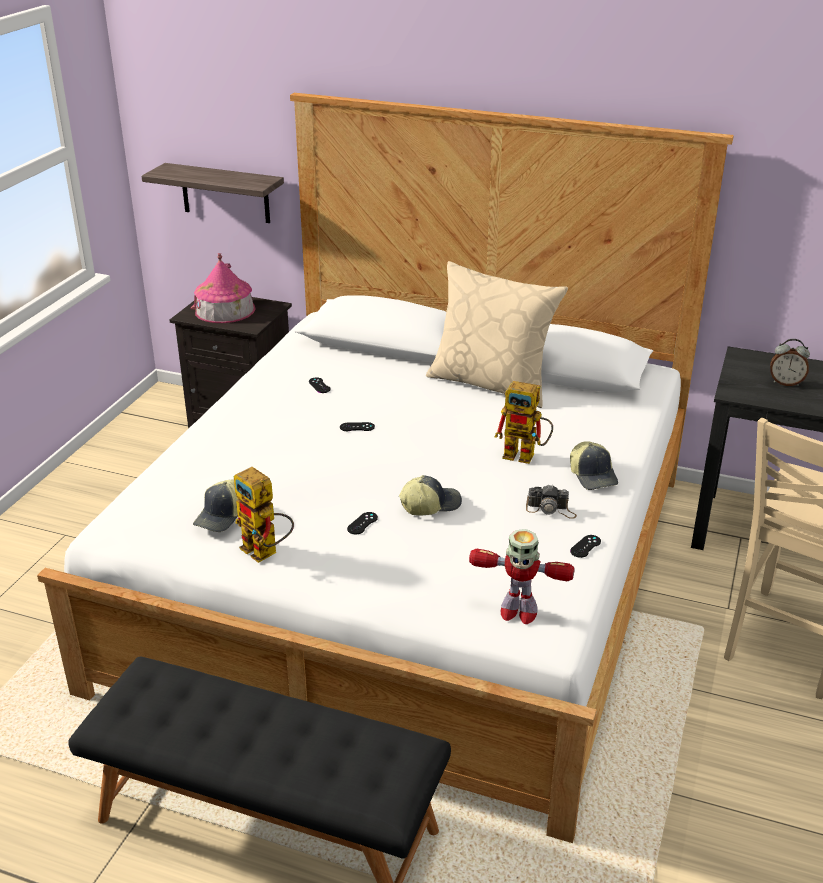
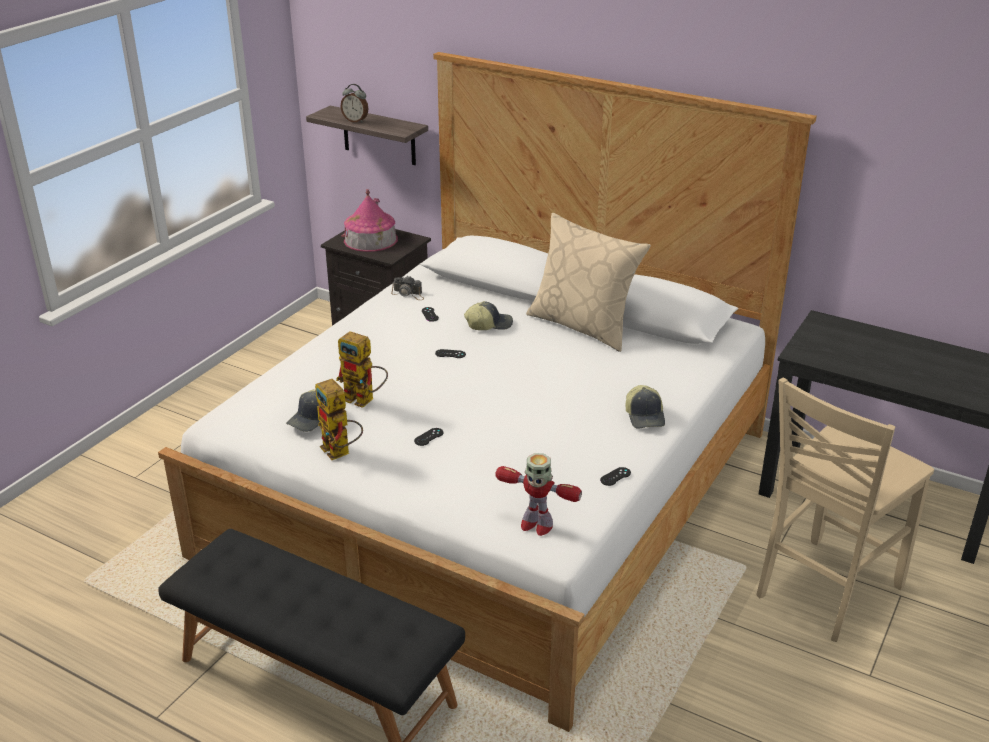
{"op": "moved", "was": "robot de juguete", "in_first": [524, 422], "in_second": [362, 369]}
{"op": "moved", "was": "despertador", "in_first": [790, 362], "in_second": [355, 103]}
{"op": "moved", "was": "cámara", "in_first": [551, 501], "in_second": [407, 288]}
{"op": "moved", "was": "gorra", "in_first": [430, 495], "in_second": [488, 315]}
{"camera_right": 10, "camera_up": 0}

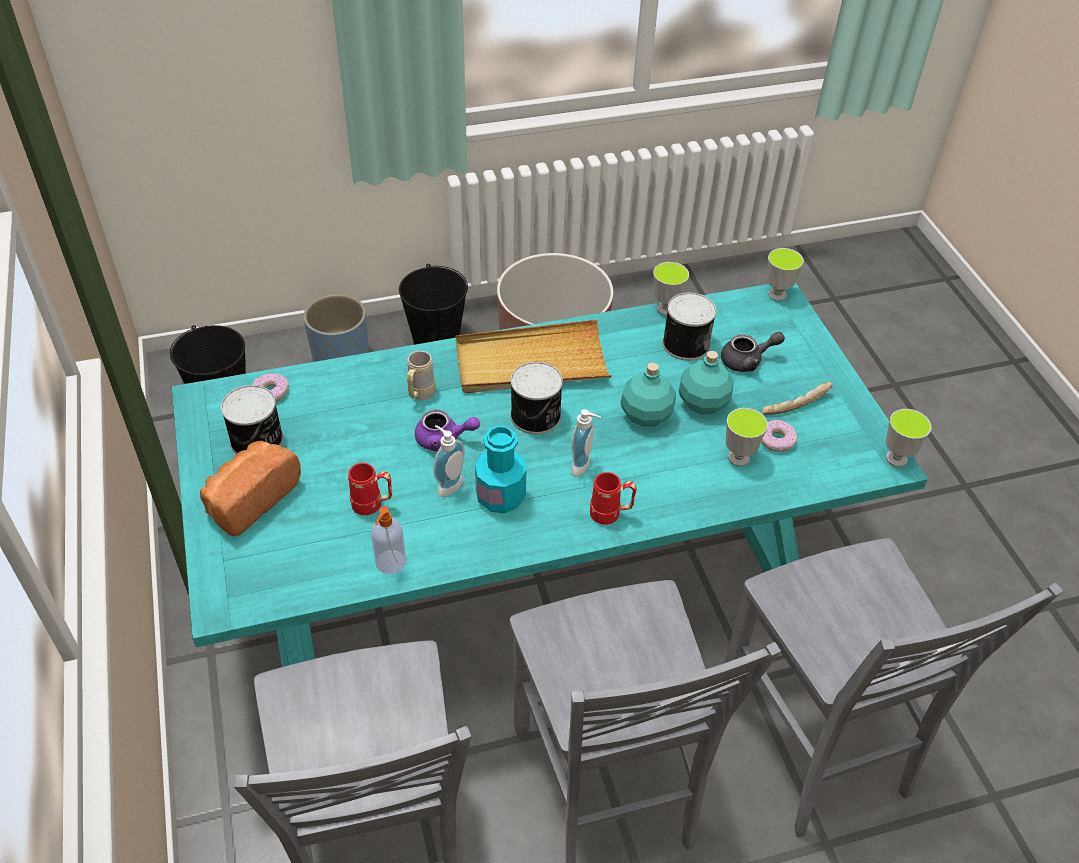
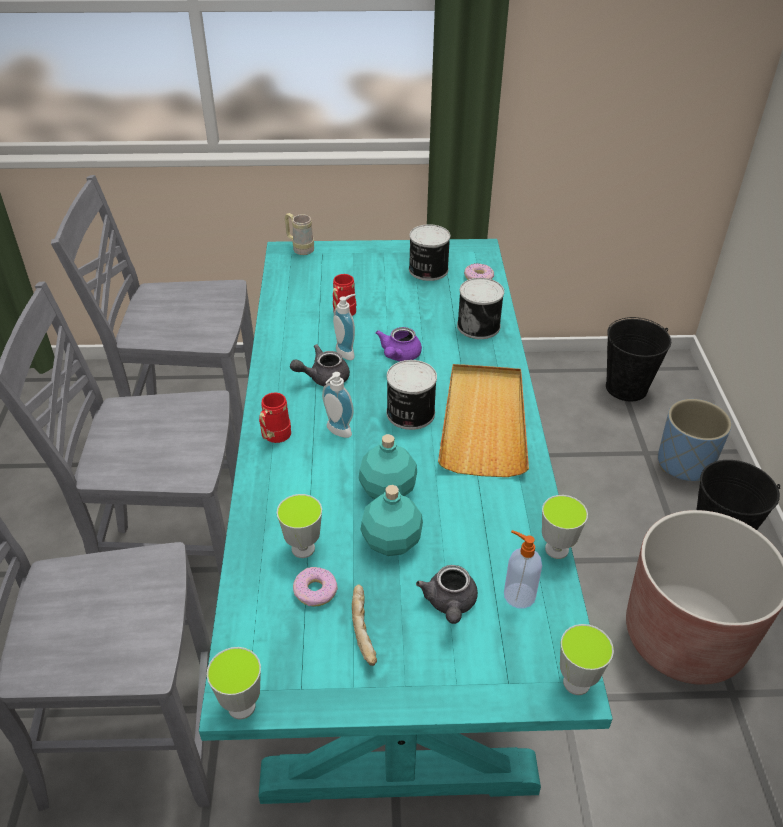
{"op": "moved", "was": "taza grande [beis]", "in_first": [421, 375], "in_second": [299, 234]}
{"op": "replaced", "was": "botella [turquesa]", "now": "tetera [gris]", "in_first": [500, 469], "in_second": [320, 365]}
{"op": "moved", "was": "lata", "in_first": [689, 327], "in_second": [480, 308]}
{"op": "moved", "was": "dispensador de jabón", "in_first": [388, 540], "in_second": [523, 569]}
{"op": "removed", "was": "pan", "in_first": [250, 488]}
{"camera_right": 105, "camera_up": -5}

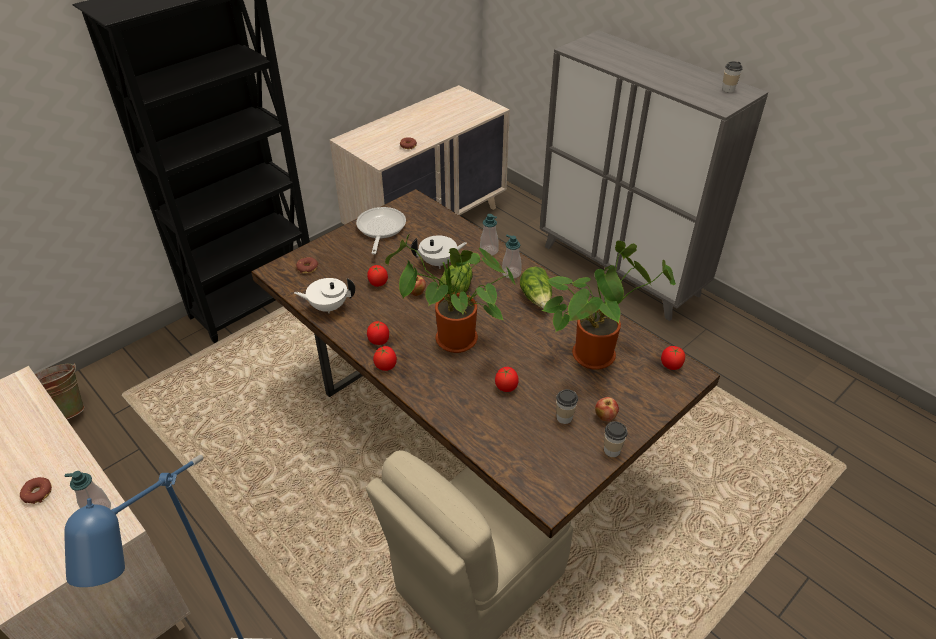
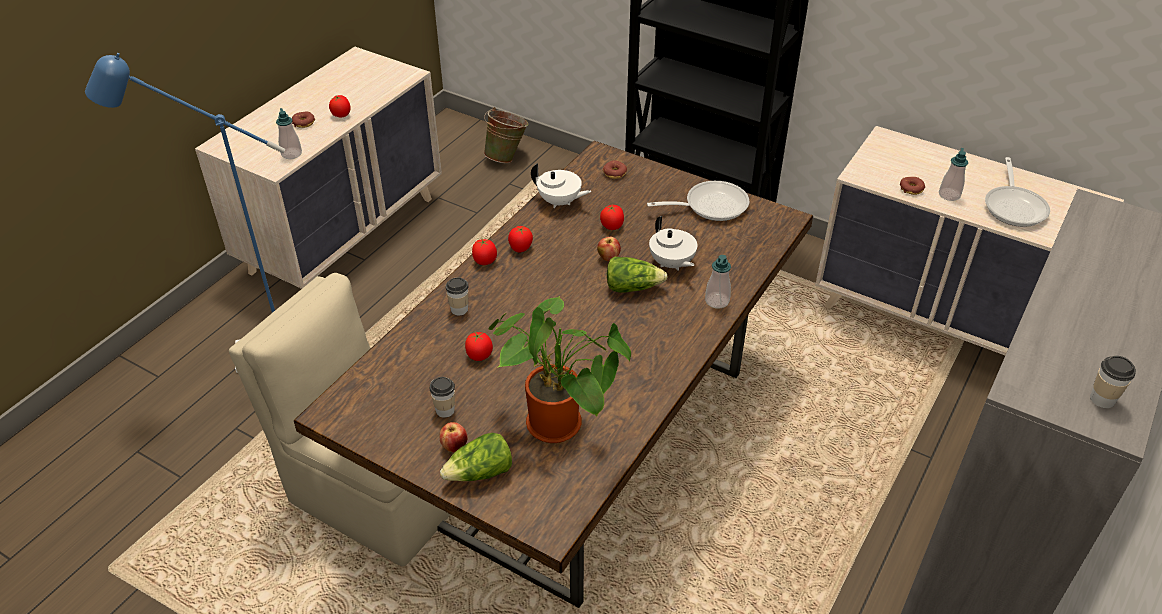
{"op": "moved", "was": "tomate", "in_first": [673, 358], "in_second": [340, 106]}
{"op": "moved", "was": "lechuga", "in_first": [536, 287], "in_second": [476, 457]}
{"op": "moved", "was": "taza", "in_first": [616, 439], "in_second": [457, 296]}
{"op": "turned", "was": "tetera [blanco]", "in_first": [324, 295], "in_second": [561, 185], "clockwise": 135}
{"op": "moved", "was": "dispensador de jabón", "in_first": [511, 256], "in_second": [953, 174]}
{"op": "added", "now": "sartén", "in_second": [1017, 192]}
{"op": "removed", "was": "planta en maceta", "in_first": [450, 294]}
{"camera_right": 75, "camera_up": 0}

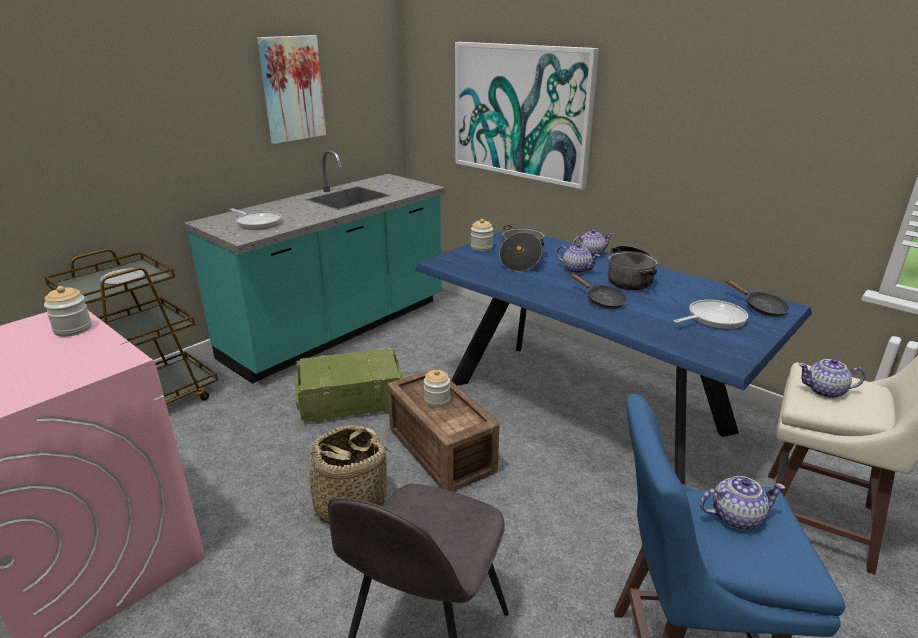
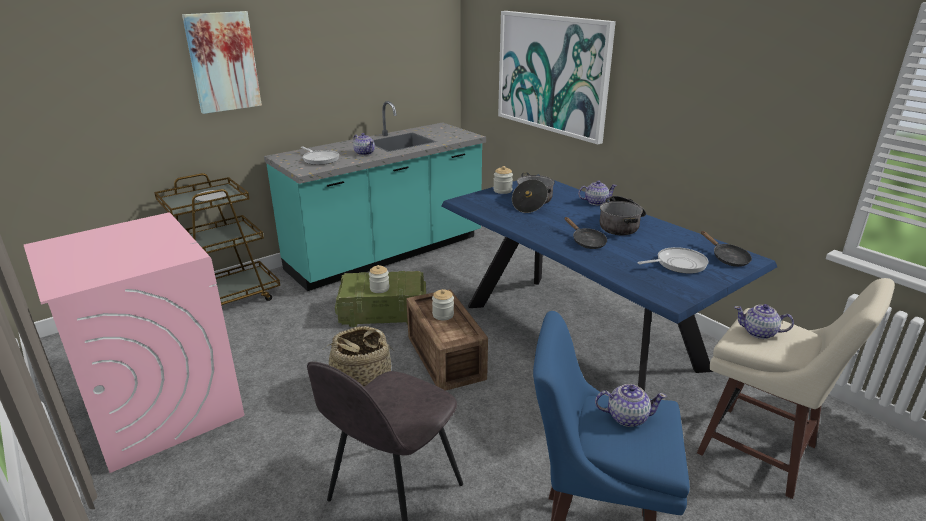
{"op": "moved", "was": "cuadro", "in_first": [291, 89], "in_second": [222, 62]}
{"op": "moved", "was": "tetera", "in_first": [578, 259], "in_second": [364, 144]}
{"op": "moved", "was": "tarro", "in_first": [68, 311], "in_second": [379, 279]}
{"camera_right": 10, "camera_up": 0}

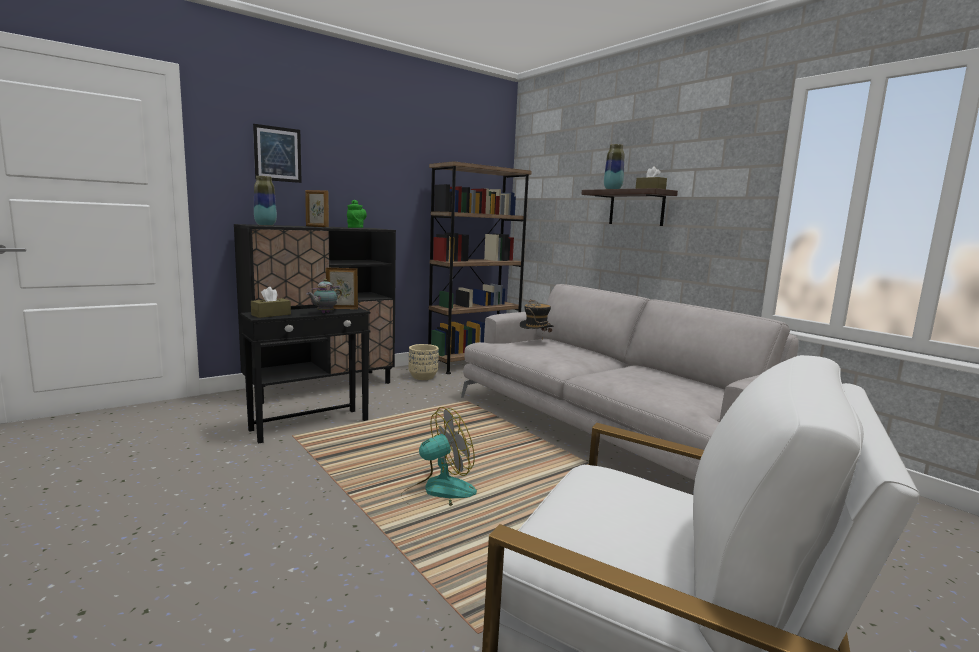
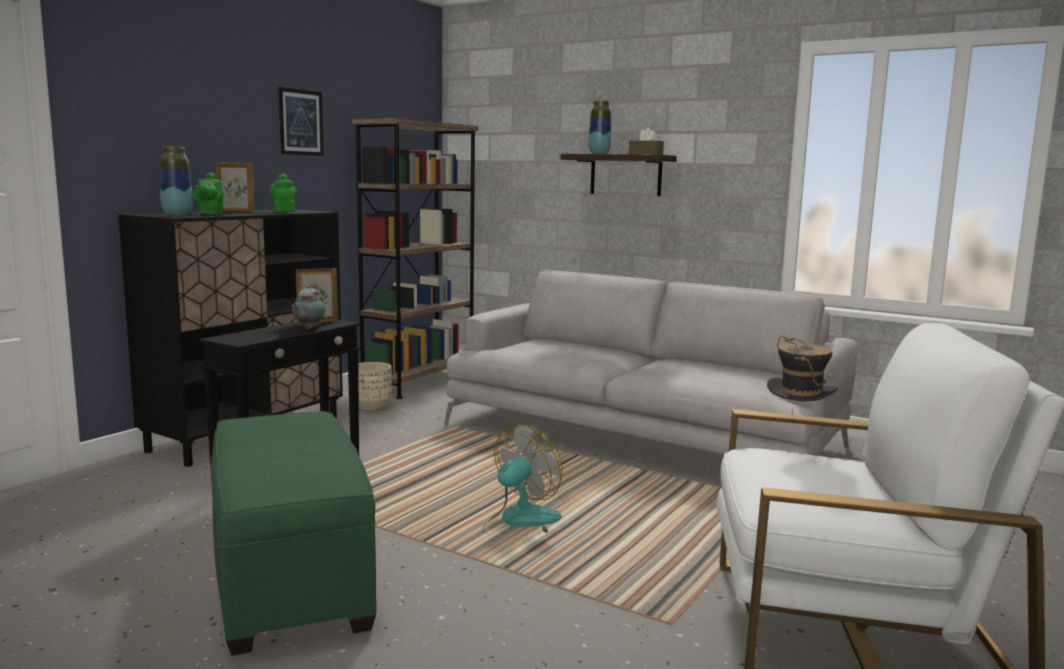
{"op": "added", "now": "tetera [verde]", "in_second": [208, 193]}
{"op": "added", "now": "puf [verde]", "in_second": [293, 533]}
{"op": "moved", "was": "cuadro", "in_first": [277, 153], "in_second": [301, 121]}
{"op": "moved", "was": "sombrero", "in_first": [536, 316], "in_second": [802, 376]}
{"op": "removed", "was": "caja de pañuelos [marrón]", "in_first": [271, 302]}
{"camera_right": -20, "camera_up": 0}

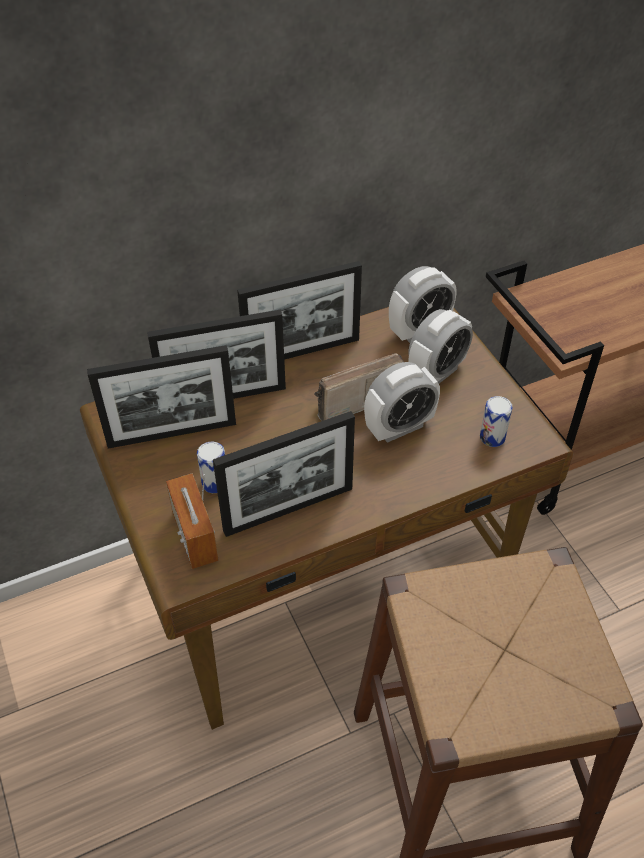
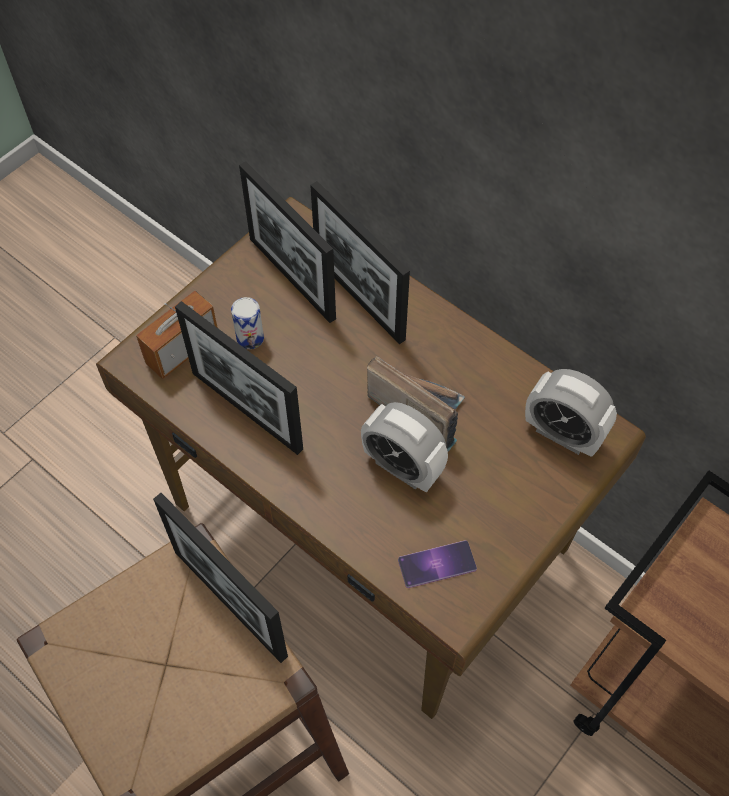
{"op": "moved", "was": "portarretratos", "in_first": [299, 310], "in_second": [220, 578]}
{"op": "replaced", "was": "lata", "now": "móvil", "in_first": [496, 421], "in_second": [437, 564]}
{"op": "removed", "was": "despertador", "in_first": [440, 346]}
{"camera_right": 65, "camera_up": 10}

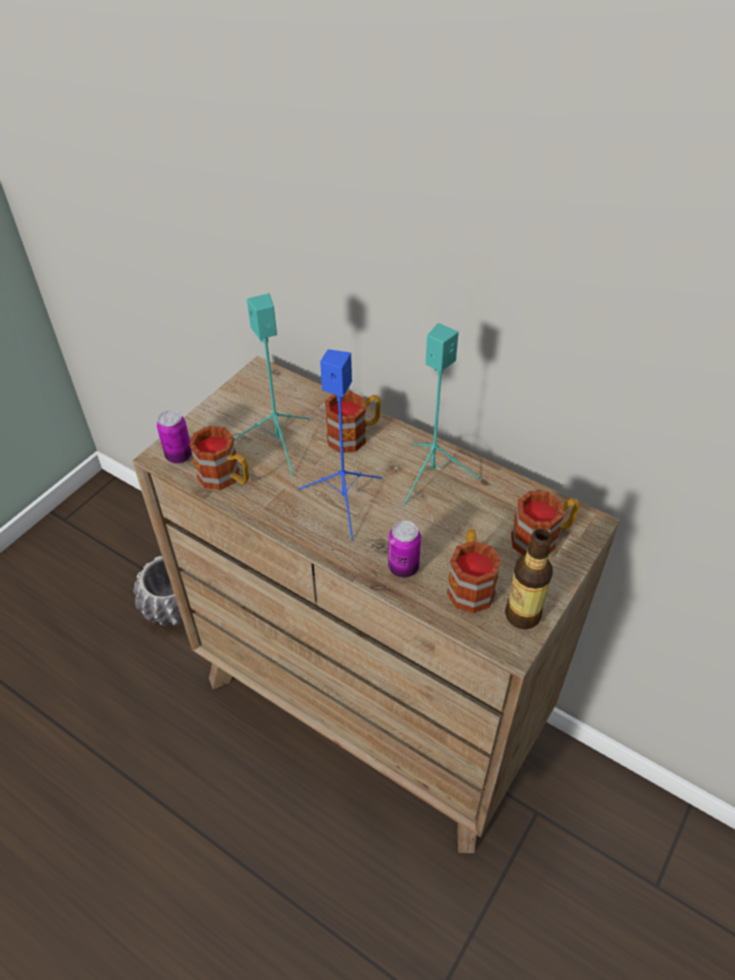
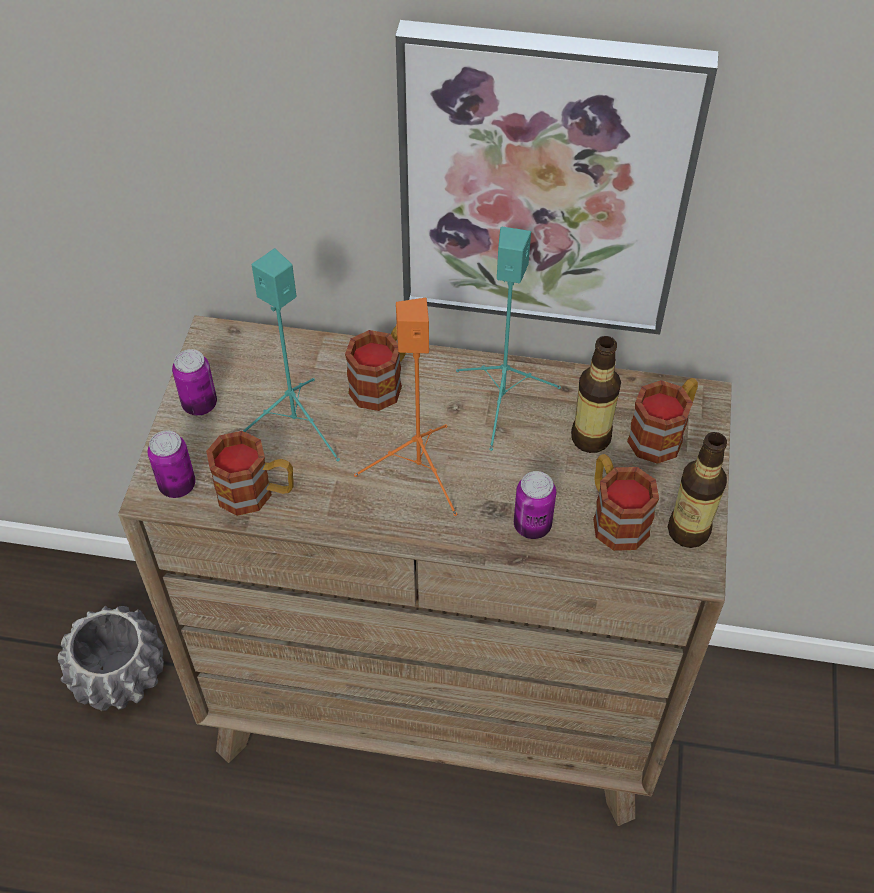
{"op": "added", "now": "lata", "in_second": [194, 382]}
{"op": "recoloured", "was": "altavoz [azul]", "now": "altavoz [naranja]", "in_first": [340, 445], "in_second": [405, 407]}
{"op": "added", "now": "cuadro", "in_second": [557, 177]}
{"op": "added", "now": "botella", "in_second": [596, 394]}
{"camera_right": -25, "camera_up": 5}

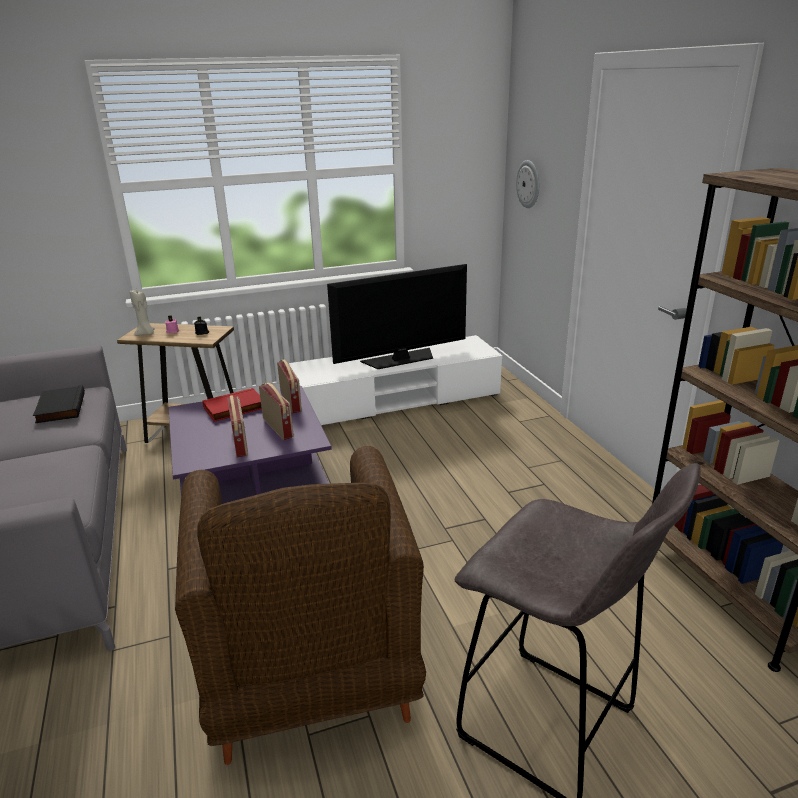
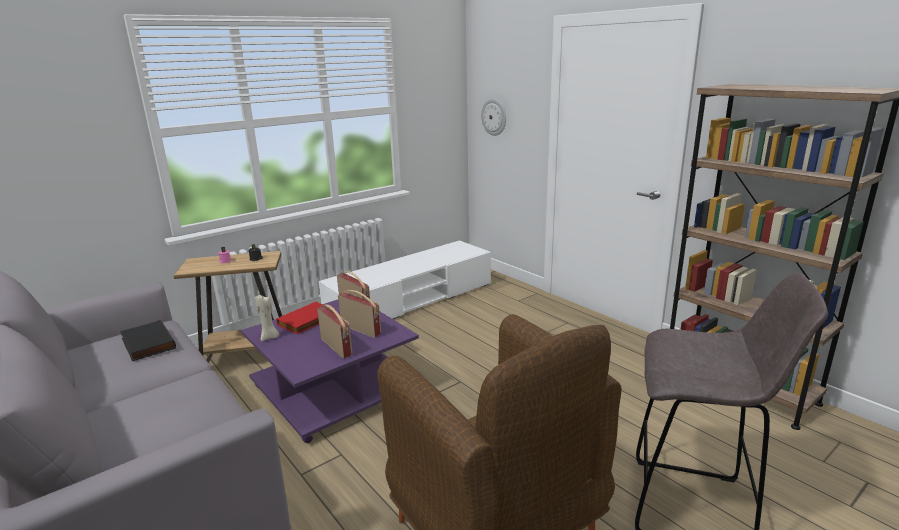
{"op": "moved", "was": "vela [beis]", "in_first": [142, 313], "in_second": [267, 318]}
{"op": "removed", "was": "televisor", "in_first": [397, 316]}
{"camera_right": -20, "camera_up": -5}

